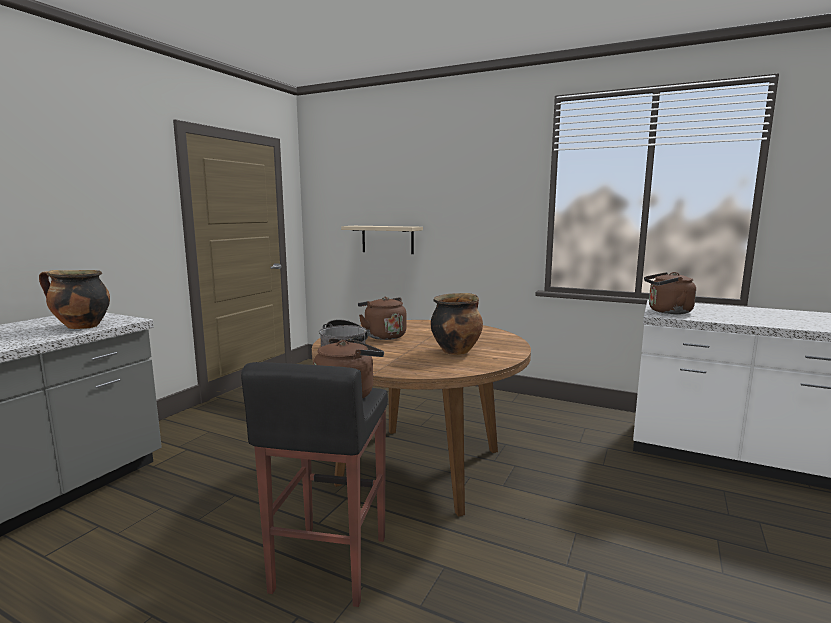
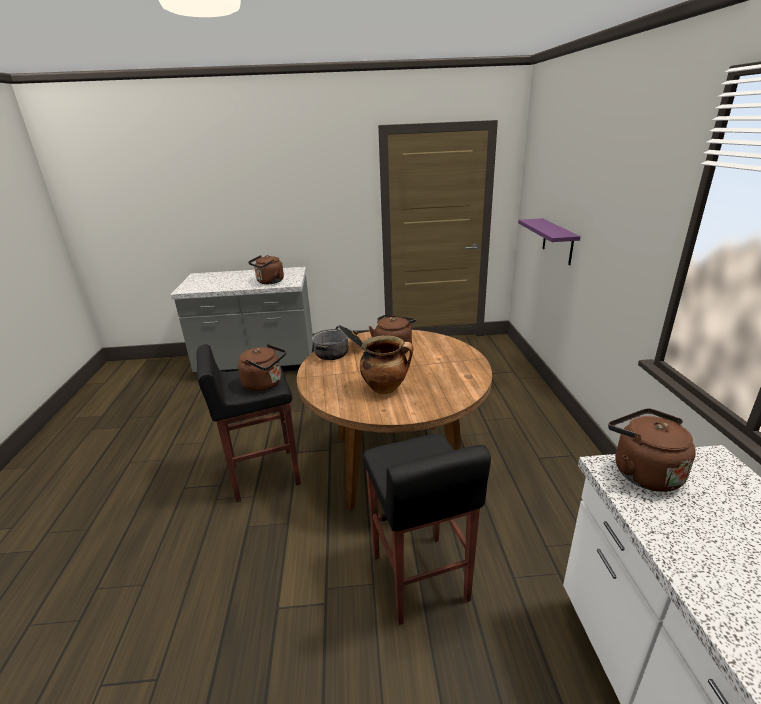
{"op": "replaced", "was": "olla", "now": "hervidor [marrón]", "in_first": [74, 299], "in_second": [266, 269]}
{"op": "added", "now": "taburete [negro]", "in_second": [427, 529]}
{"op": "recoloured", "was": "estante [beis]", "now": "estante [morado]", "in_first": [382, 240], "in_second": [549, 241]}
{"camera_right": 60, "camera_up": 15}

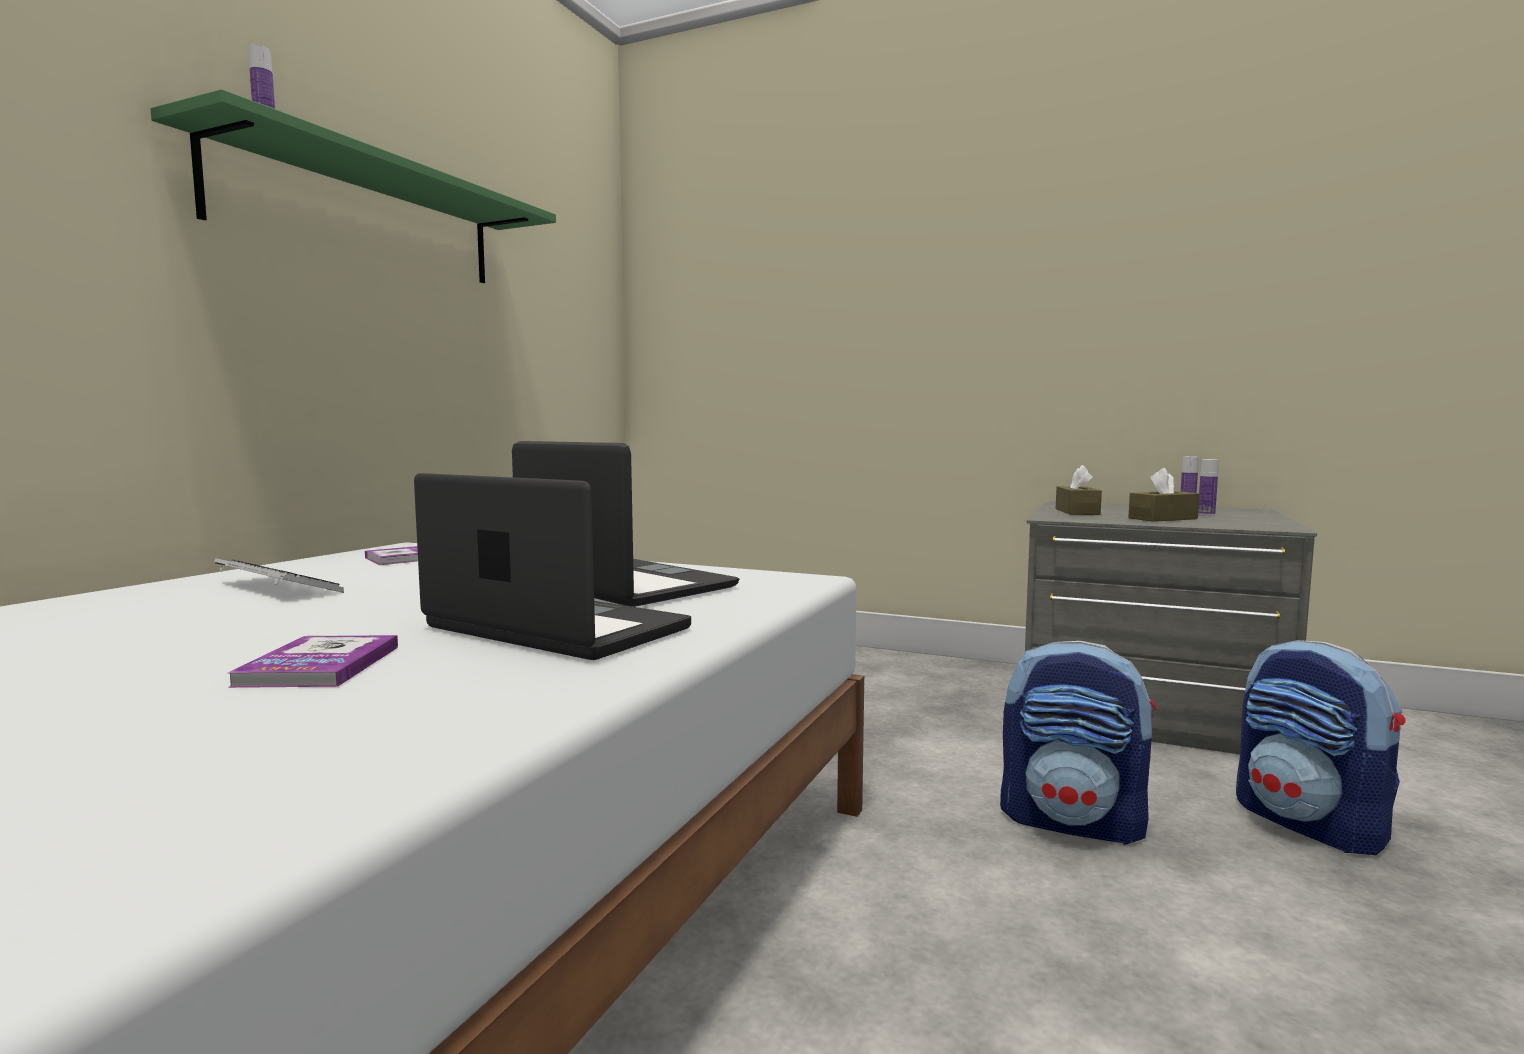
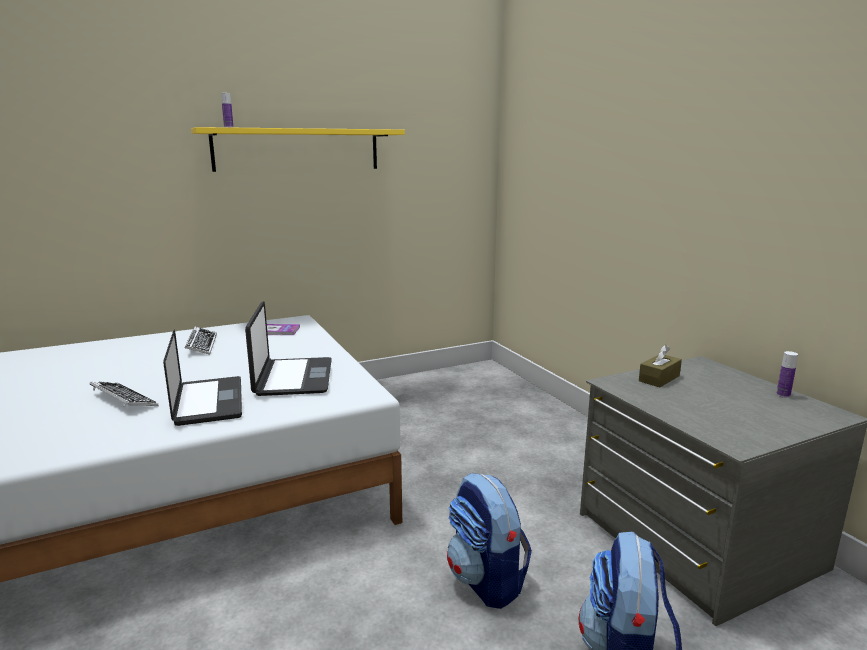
{"op": "replaced", "was": "libro", "now": "teclado", "in_first": [313, 661], "in_second": [124, 394]}
{"op": "recoloured", "was": "estante [verde]", "now": "estante [amarillo]", "in_first": [353, 186], "in_second": [298, 149]}
{"op": "removed", "was": "caja de pañuelos [marrón]", "in_first": [1163, 495]}
{"op": "removed", "was": "botella", "in_first": [1208, 487]}
{"camera_right": 40, "camera_up": 10}

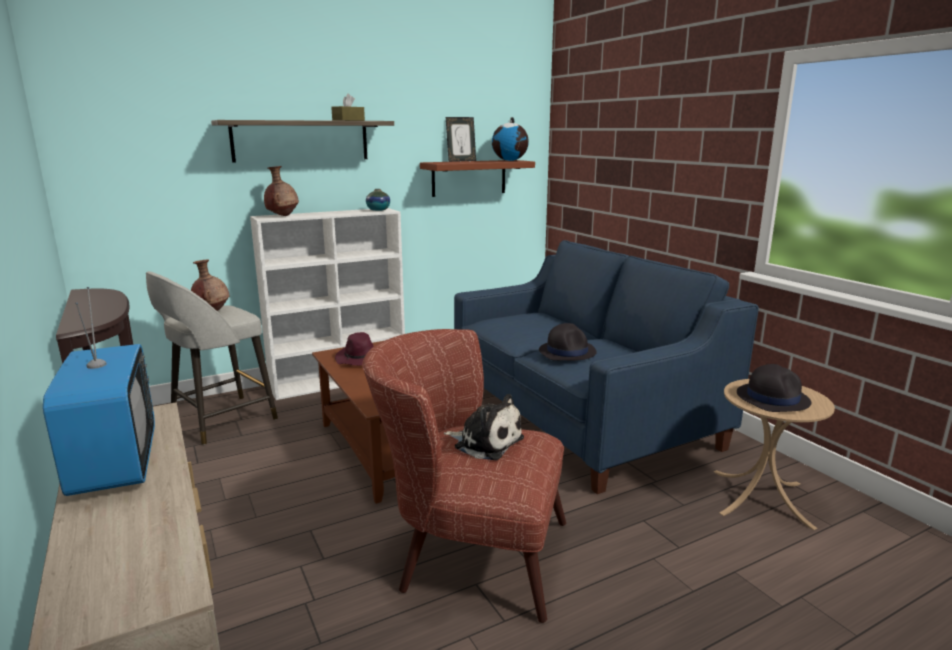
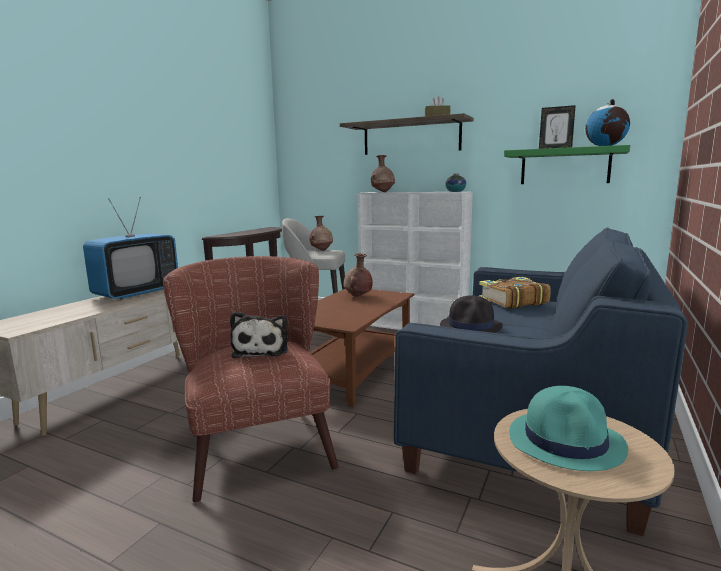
{"op": "replaced", "was": "sombrero [morado]", "now": "florero [marrón]", "in_first": [354, 349], "in_second": [358, 275]}
{"op": "added", "now": "libro", "in_second": [515, 293]}
{"op": "recoloured", "was": "estante [marrón]", "now": "estante [verde]", "in_first": [477, 178], "in_second": [567, 164]}
{"op": "recoloured", "was": "sombrero [negro]", "now": "sombrero [turquesa]", "in_first": [774, 388], "in_second": [568, 428]}
{"camera_right": 55, "camera_up": -5}

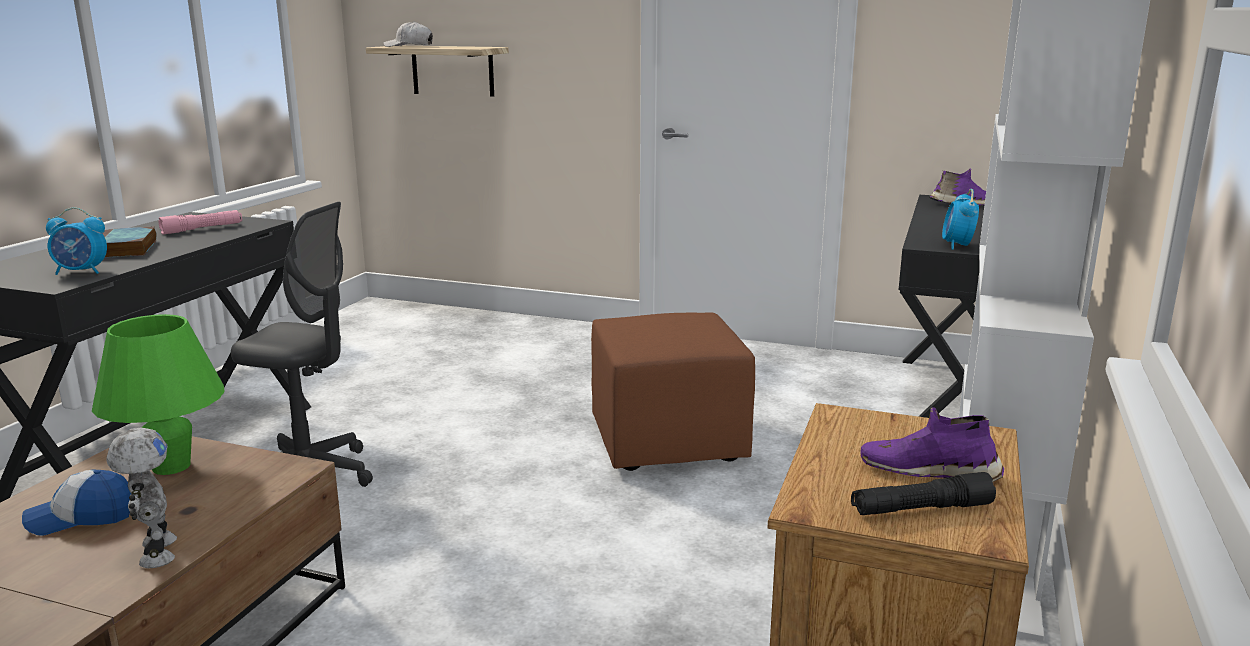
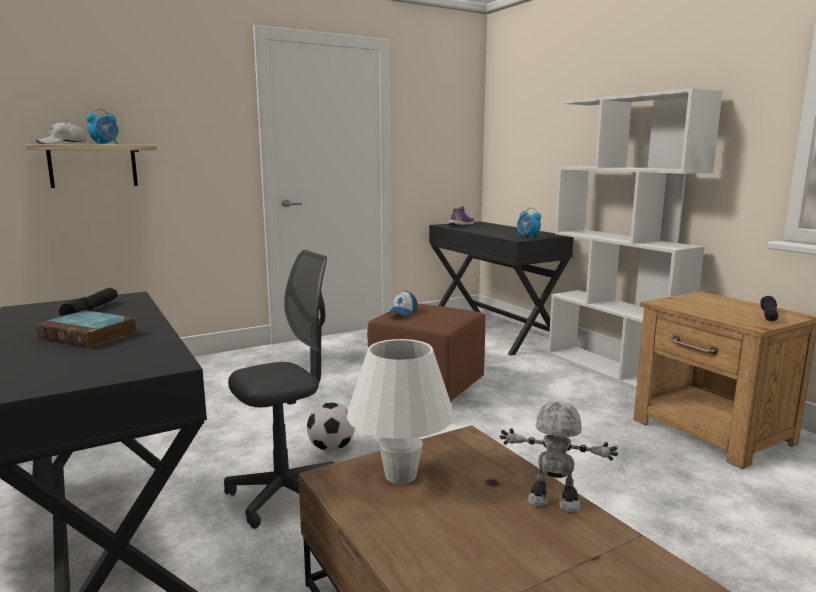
{"op": "recoloured", "was": "linterna [rosa]", "now": "linterna [negro]", "in_first": [200, 222], "in_second": [88, 302]}
{"op": "moved", "was": "despertador", "in_first": [76, 241], "in_second": [102, 126]}
{"op": "added", "now": "balón de fútbol", "in_second": [331, 426]}
{"op": "recoloured", "was": "lámpara de mesa [verde]", "now": "lámpara de mesa [blanco]", "in_first": [158, 394], "in_second": [401, 411]}
{"op": "moved", "was": "gorra", "in_first": [76, 503], "in_second": [402, 304]}
{"op": "removed", "was": "zapato [morado]", "in_first": [932, 444]}
{"camera_right": -50, "camera_up": -5}

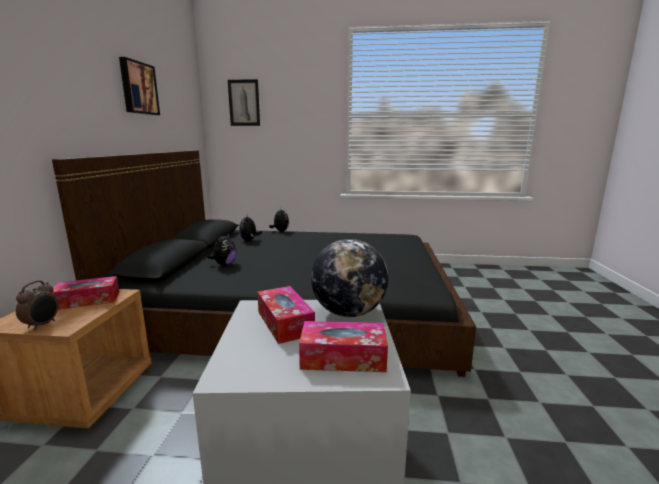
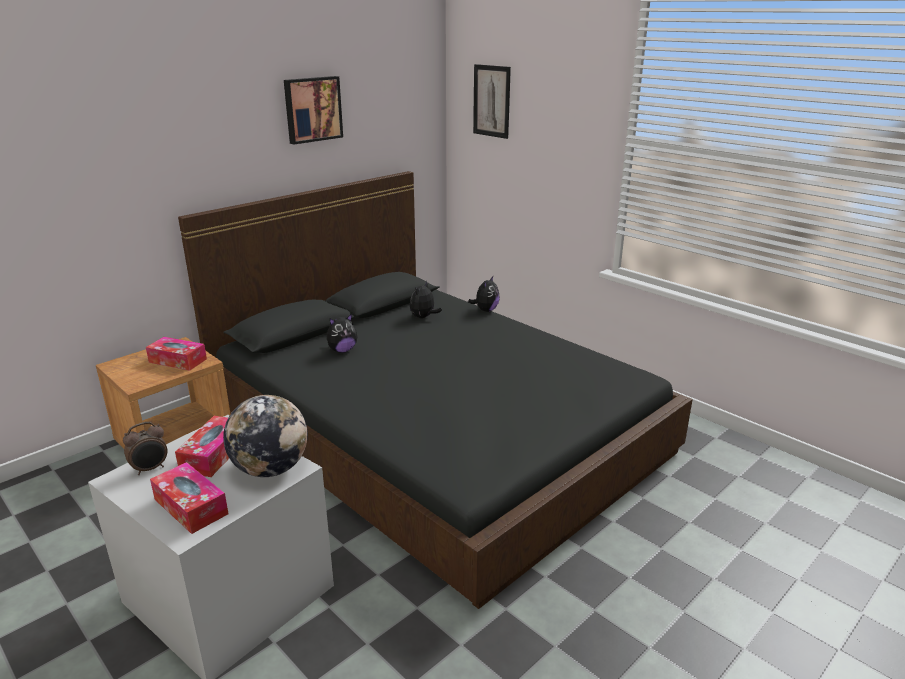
{"op": "moved", "was": "despertador", "in_first": [37, 306], "in_second": [145, 448]}
{"camera_right": 40, "camera_up": 10}

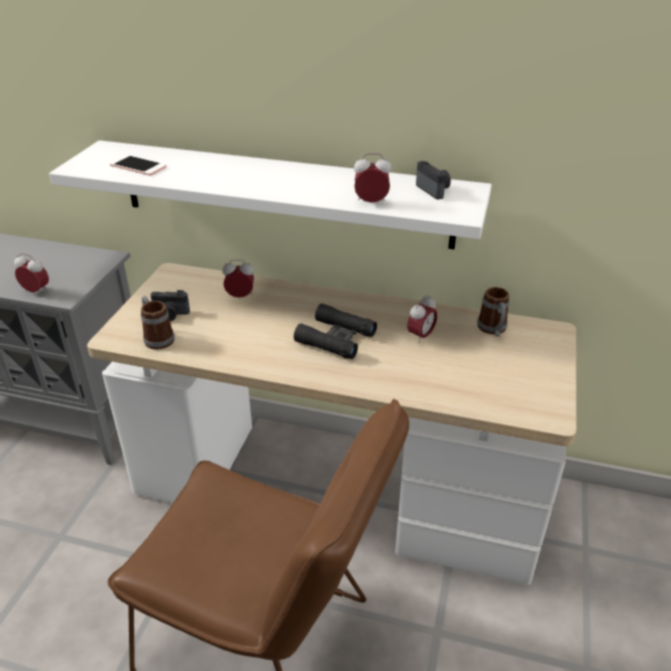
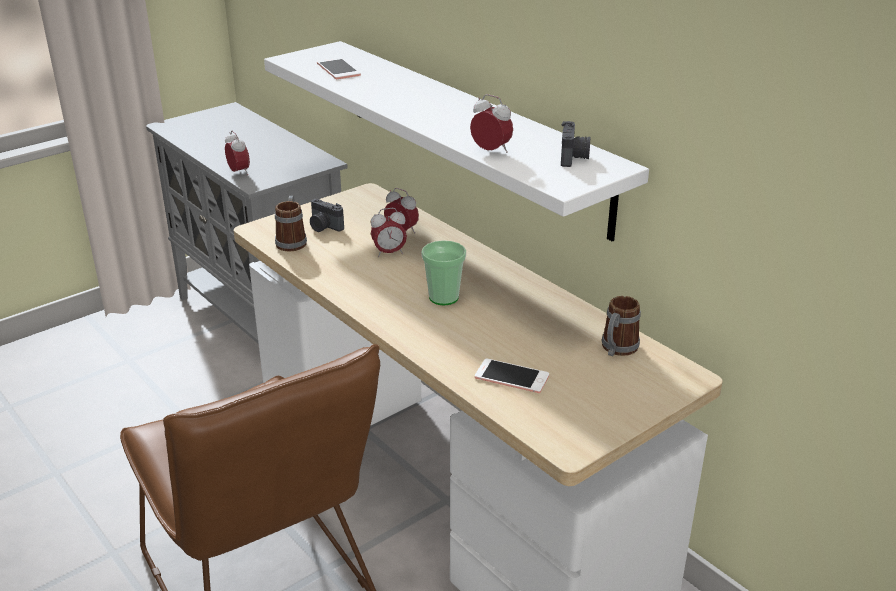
{"op": "moved", "was": "despertador", "in_first": [422, 319], "in_second": [389, 232]}
{"op": "replaced", "was": "prismáticos [negro]", "now": "taza", "in_first": [335, 331], "in_second": [443, 272]}
{"op": "added", "now": "móvil", "in_second": [512, 375]}
{"camera_right": 35, "camera_up": -5}

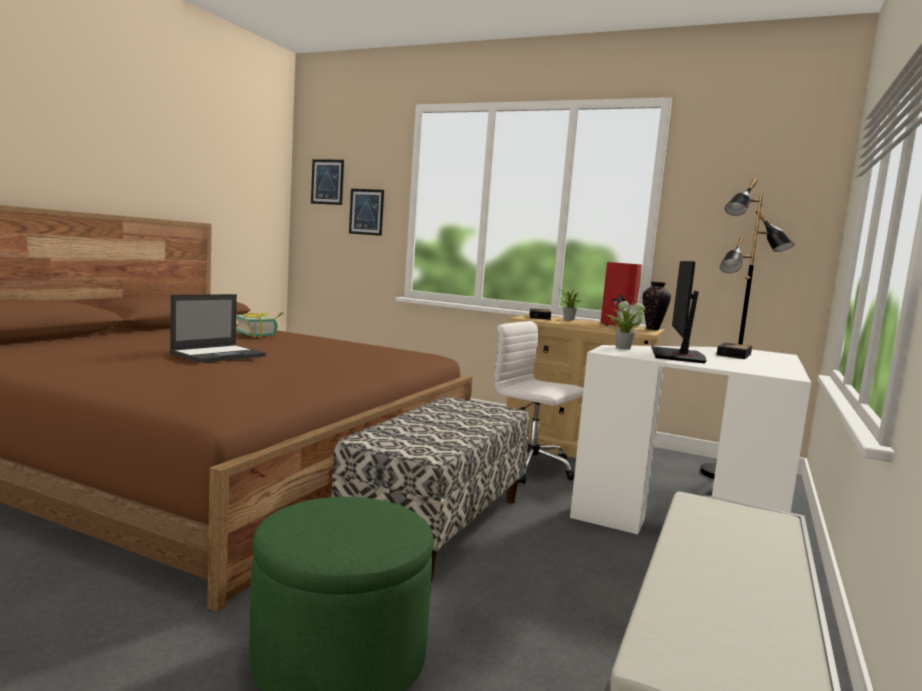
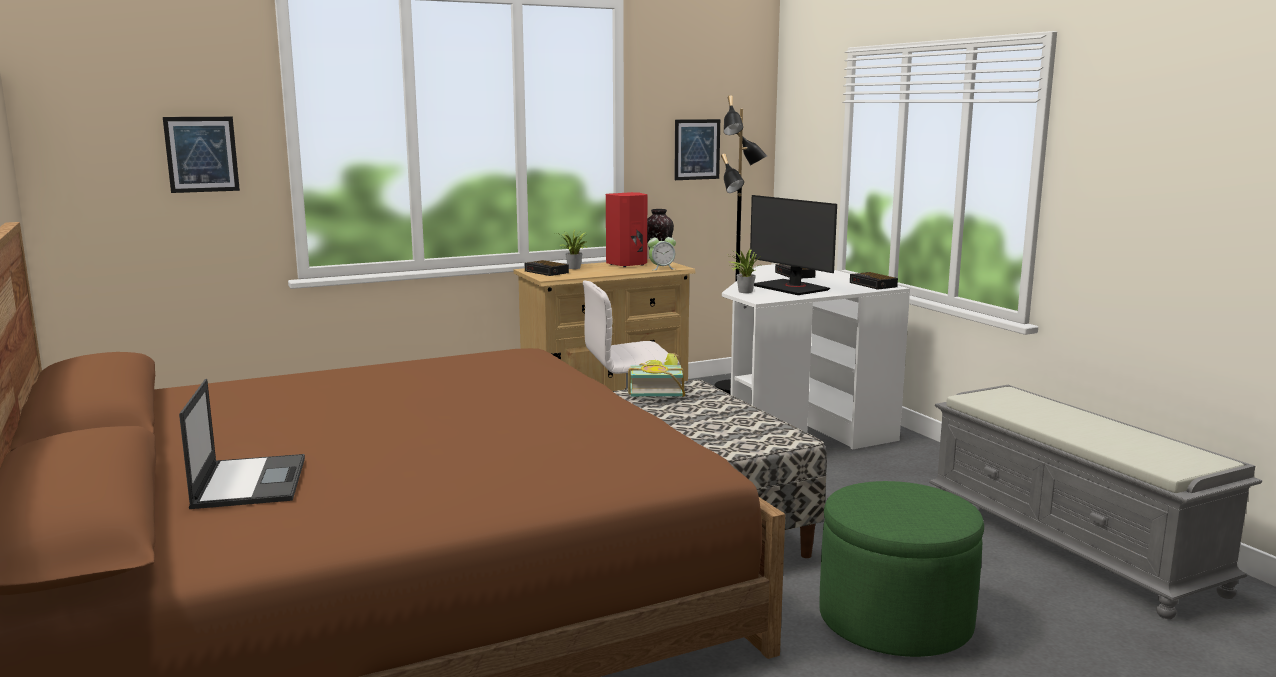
{"op": "moved", "was": "portátil", "in_first": [218, 328], "in_second": [242, 444]}
{"op": "moved", "was": "libro", "in_first": [259, 325], "in_second": [656, 375]}
{"op": "moved", "was": "cuadro", "in_first": [327, 182], "in_second": [697, 149]}
{"op": "added", "now": "despertador", "in_second": [874, 281]}
{"camera_right": -50, "camera_up": 5}

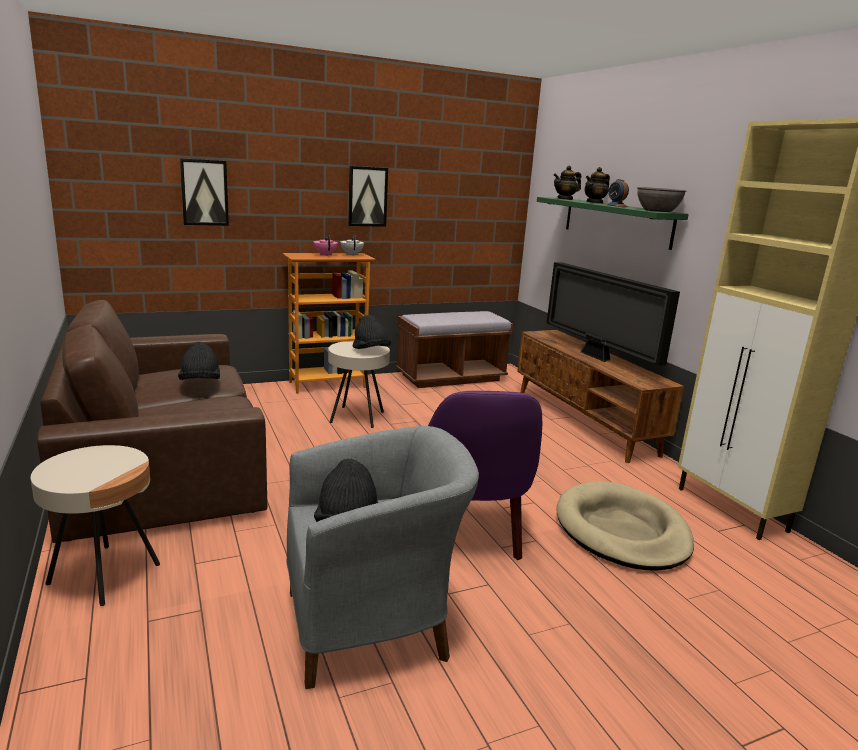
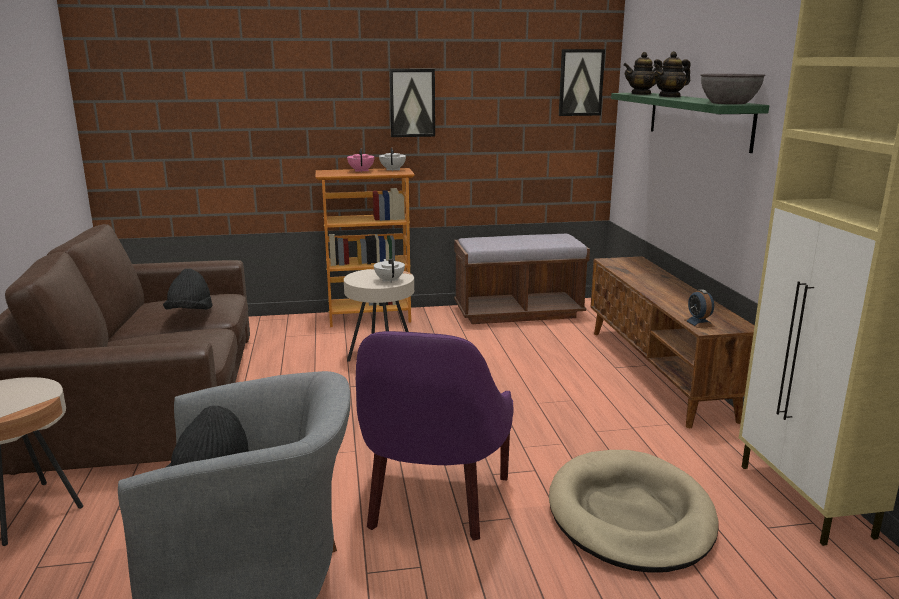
{"op": "replaced", "was": "sombrero [negro]", "now": "tetera [blanco]", "in_first": [372, 332], "in_second": [389, 270]}
{"op": "moved", "was": "cuadro", "in_first": [204, 192], "in_second": [582, 82]}
{"op": "moved", "was": "despertador", "in_first": [617, 193], "in_second": [699, 308]}
{"op": "removed", "was": "televisor", "in_first": [613, 314]}
{"camera_right": 15, "camera_up": 0}

